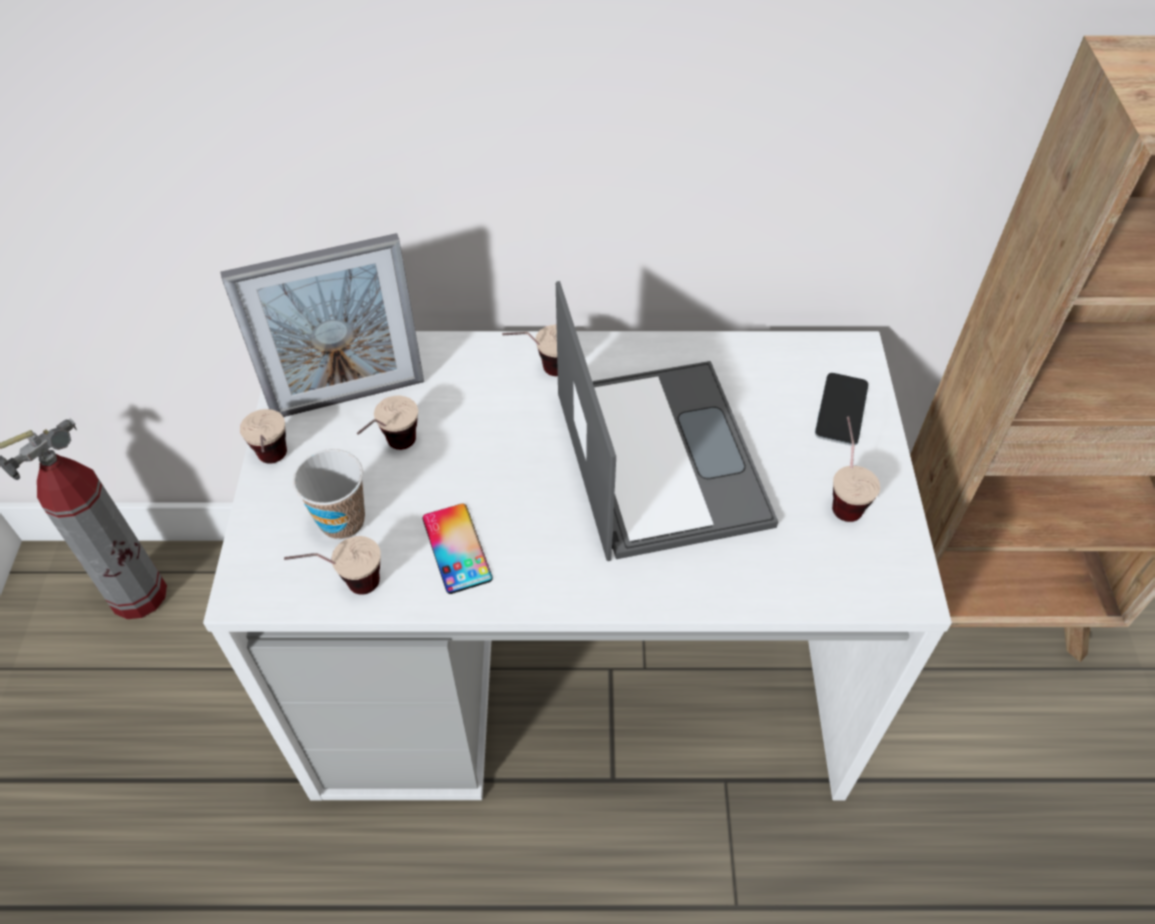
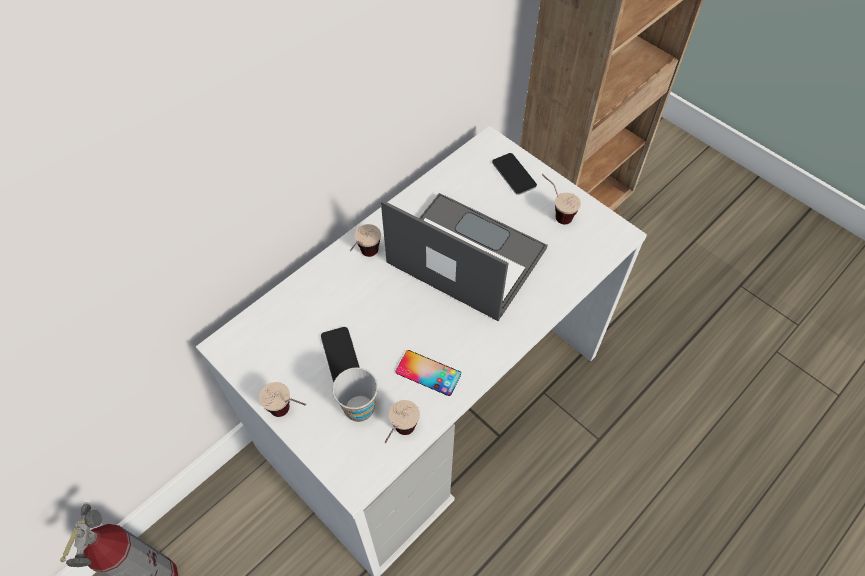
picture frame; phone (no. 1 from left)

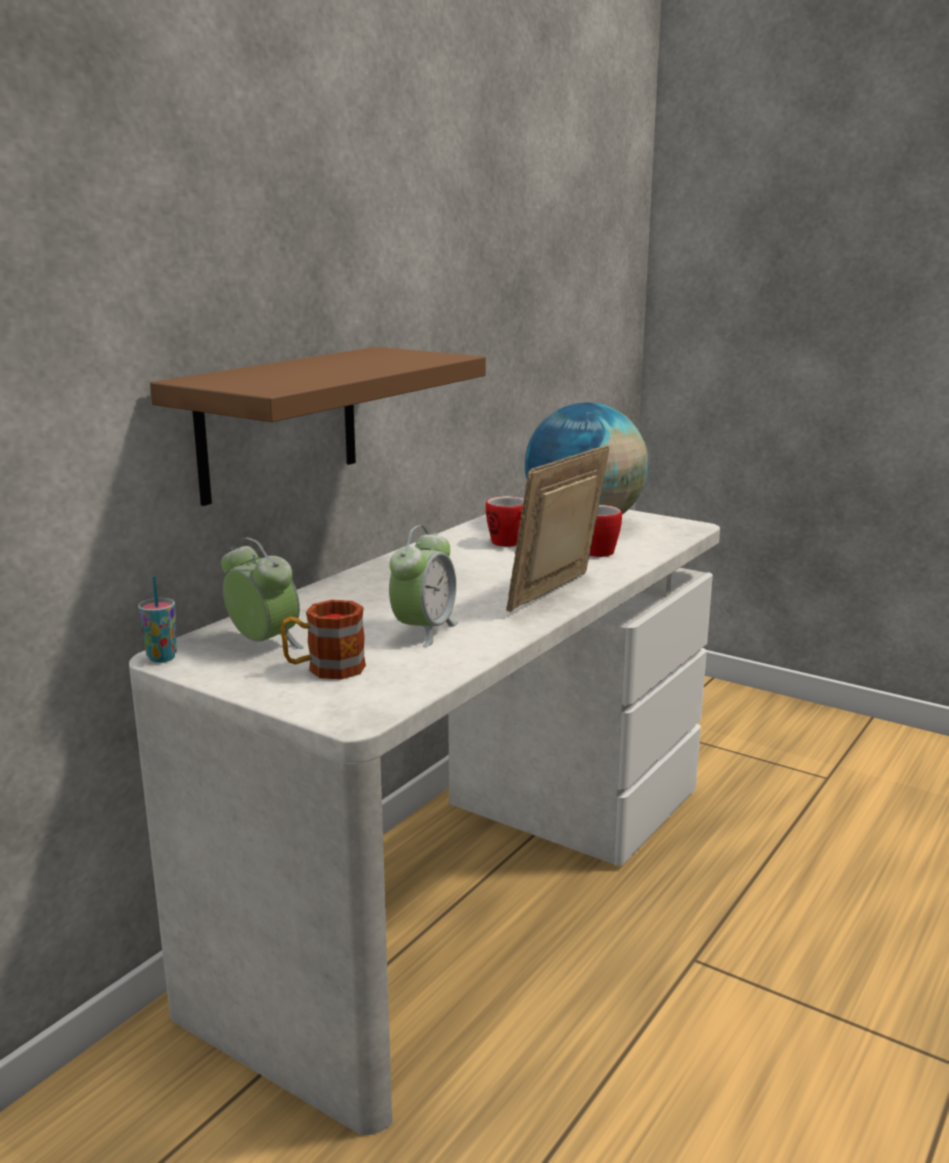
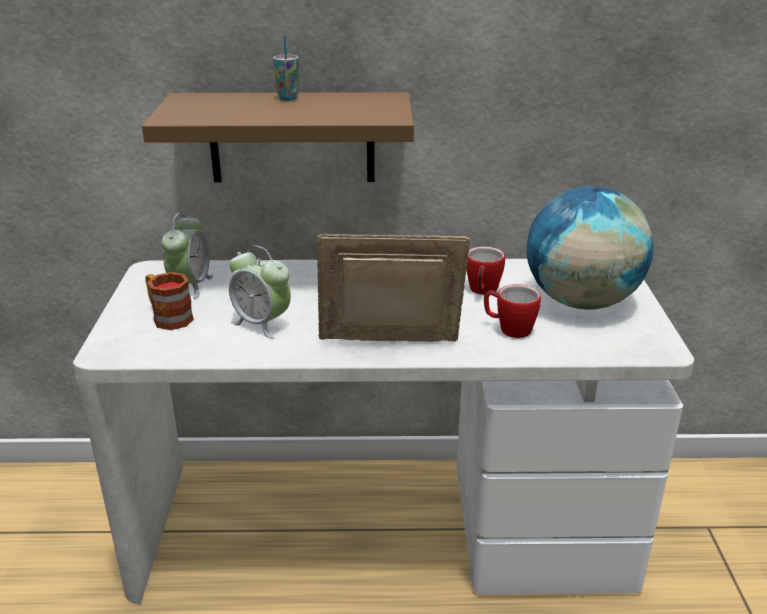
cup; alarm clock (no. 2 from left)

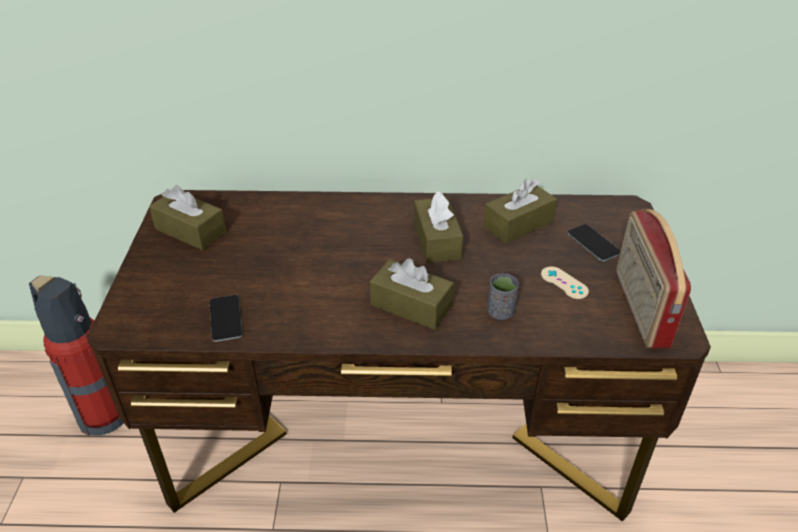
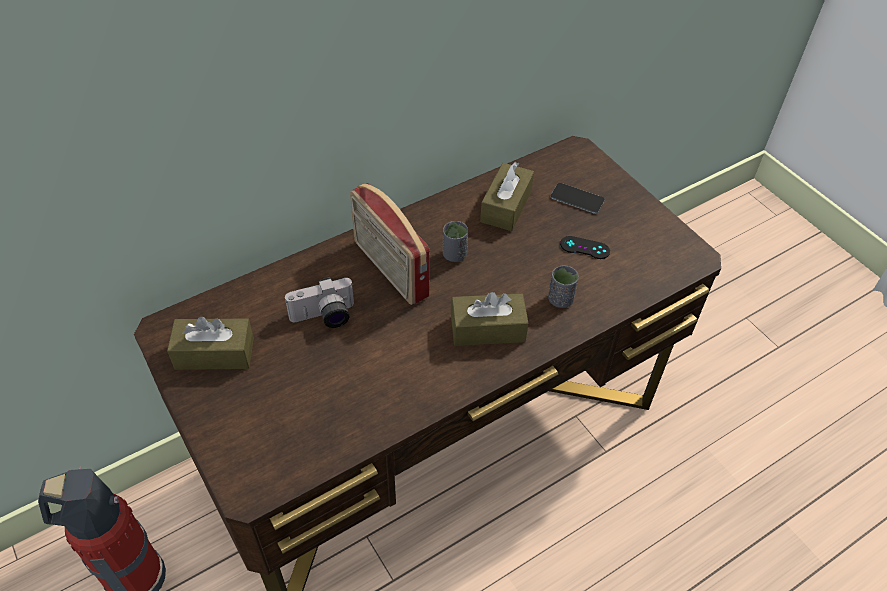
phone (no. 1 from left in the first image); photo camera; radio; cup in grey (no. 1 from left); game controller in black

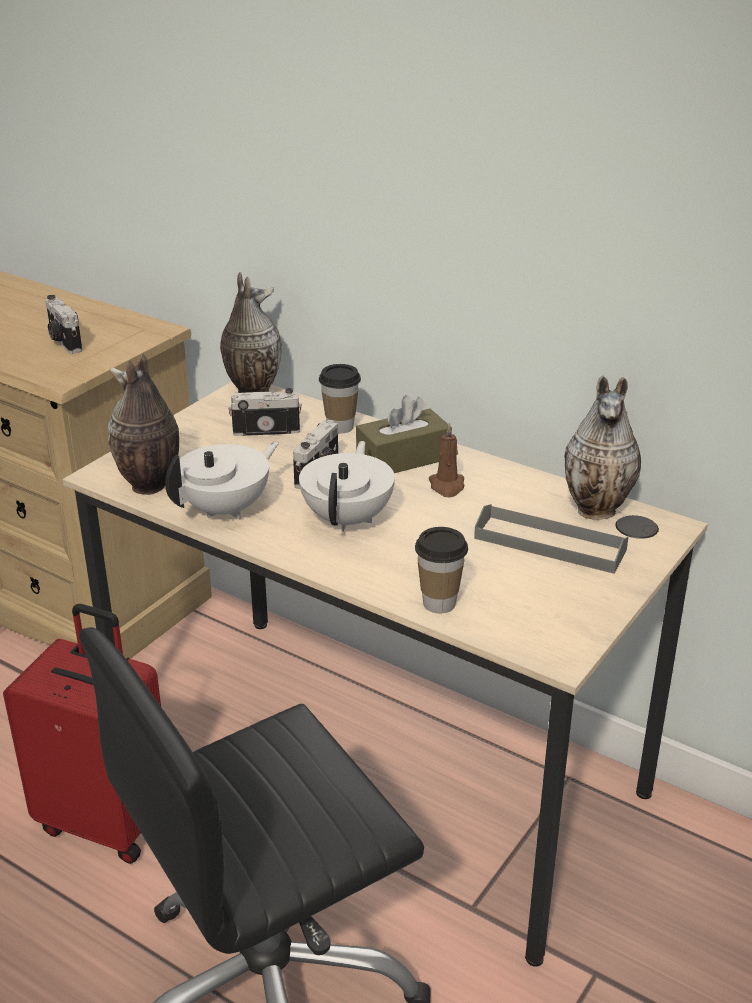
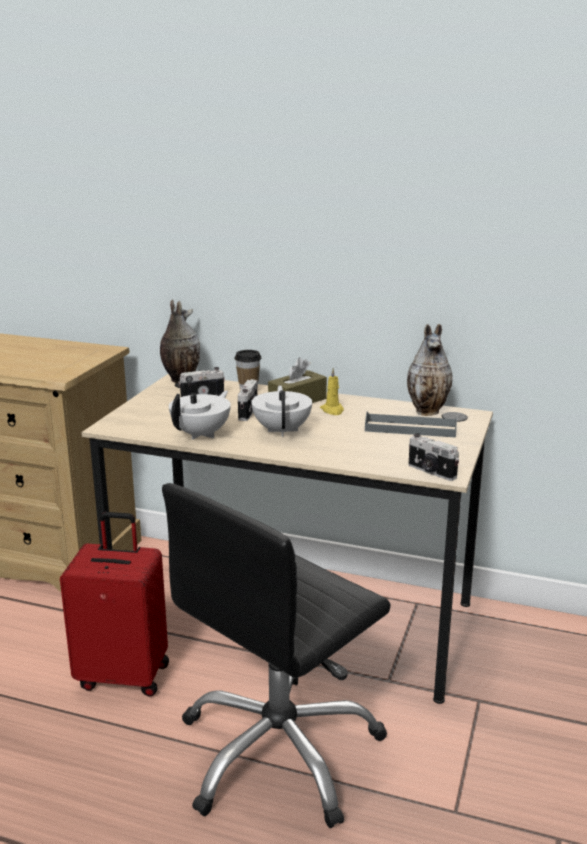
vase (no. 1 from left in the first image); cup (no. 2 from left in the first image); photo camera (no. 3 from left); candle in yellow

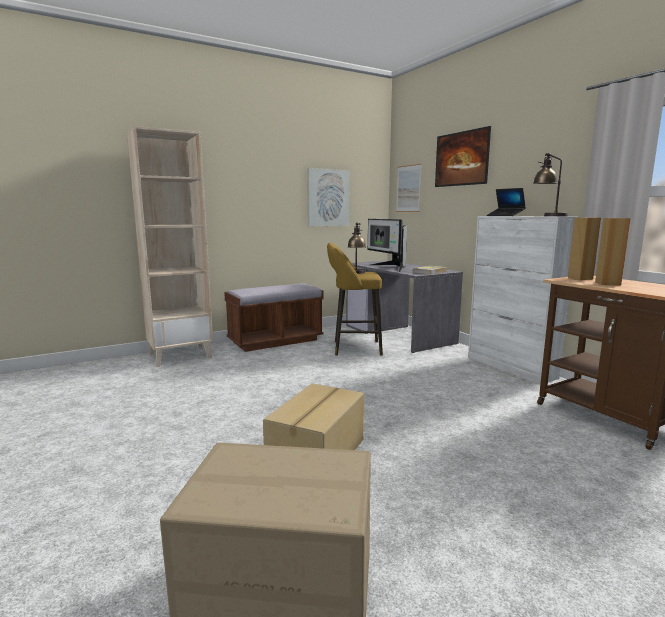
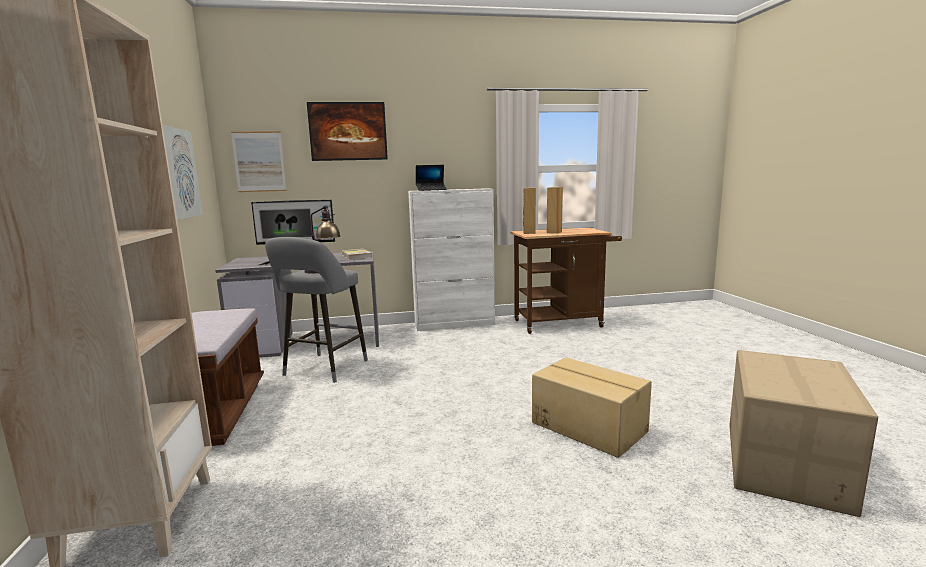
table lamp (no. 2 from left in the first image); stool in grey

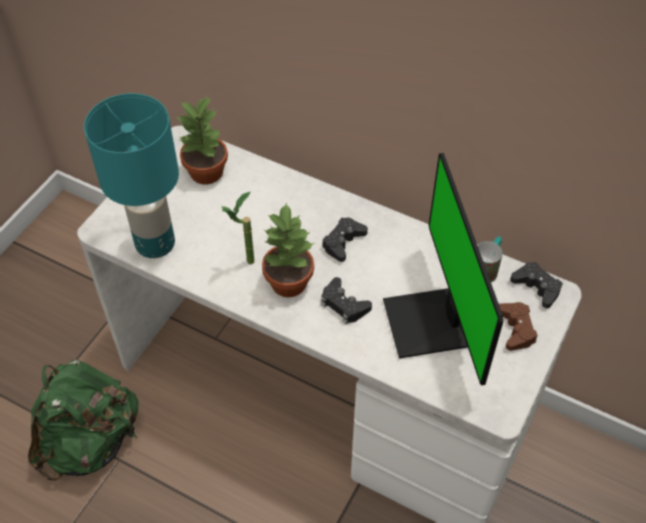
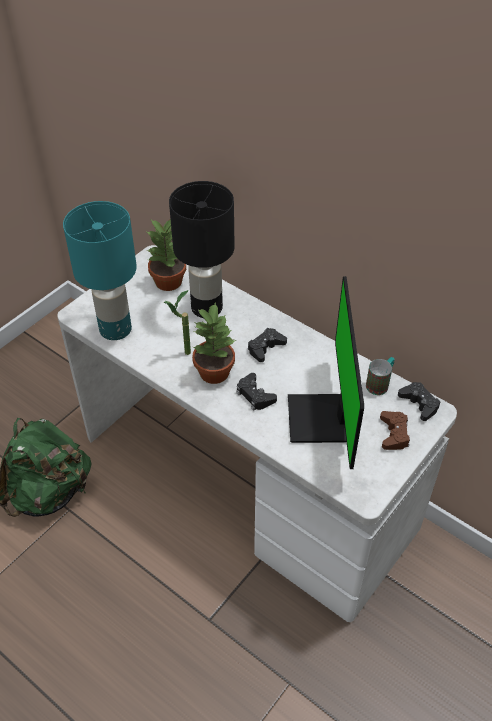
table lamp in black

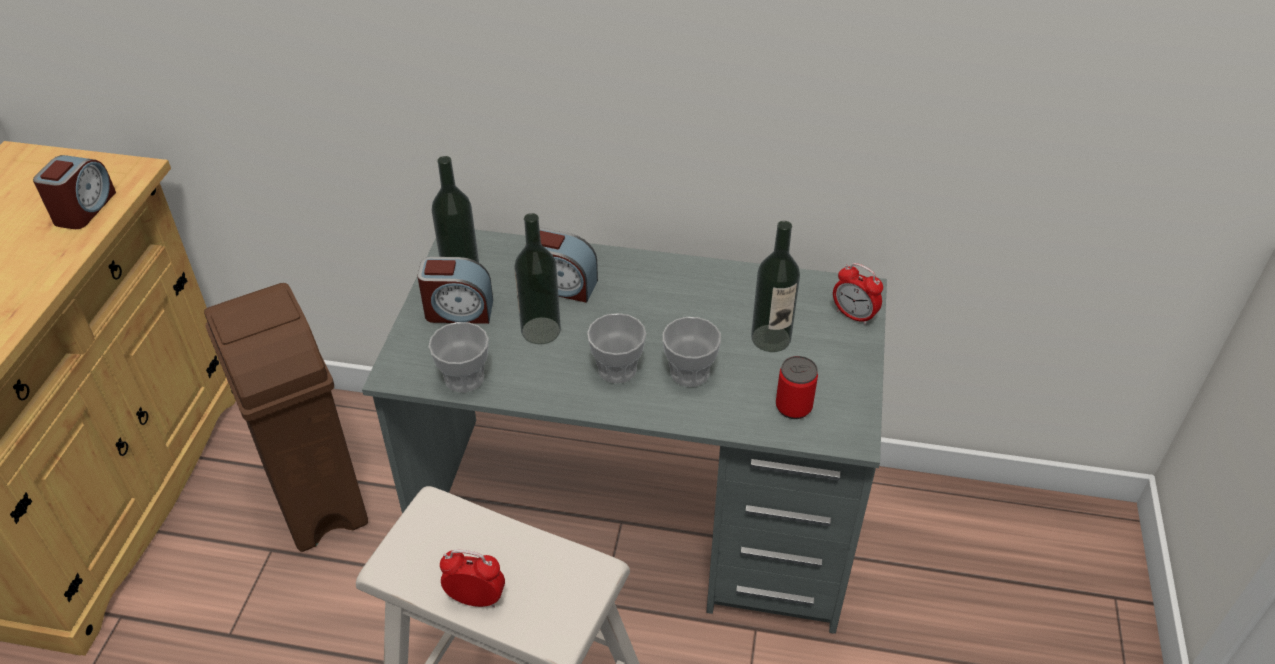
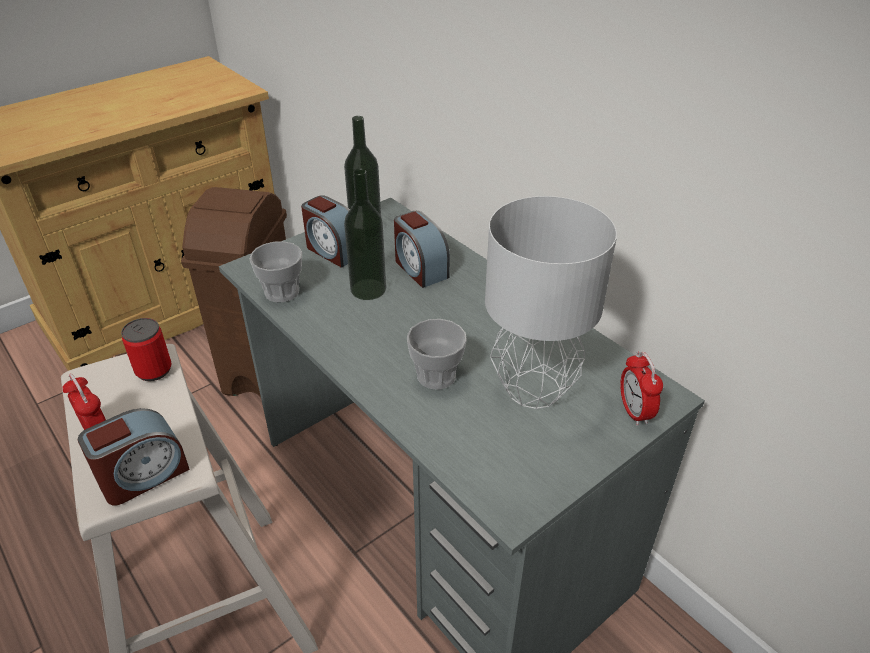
cup (no. 2 from left in the first image); alarm clock (no. 2 from left); can; table lamp in grey

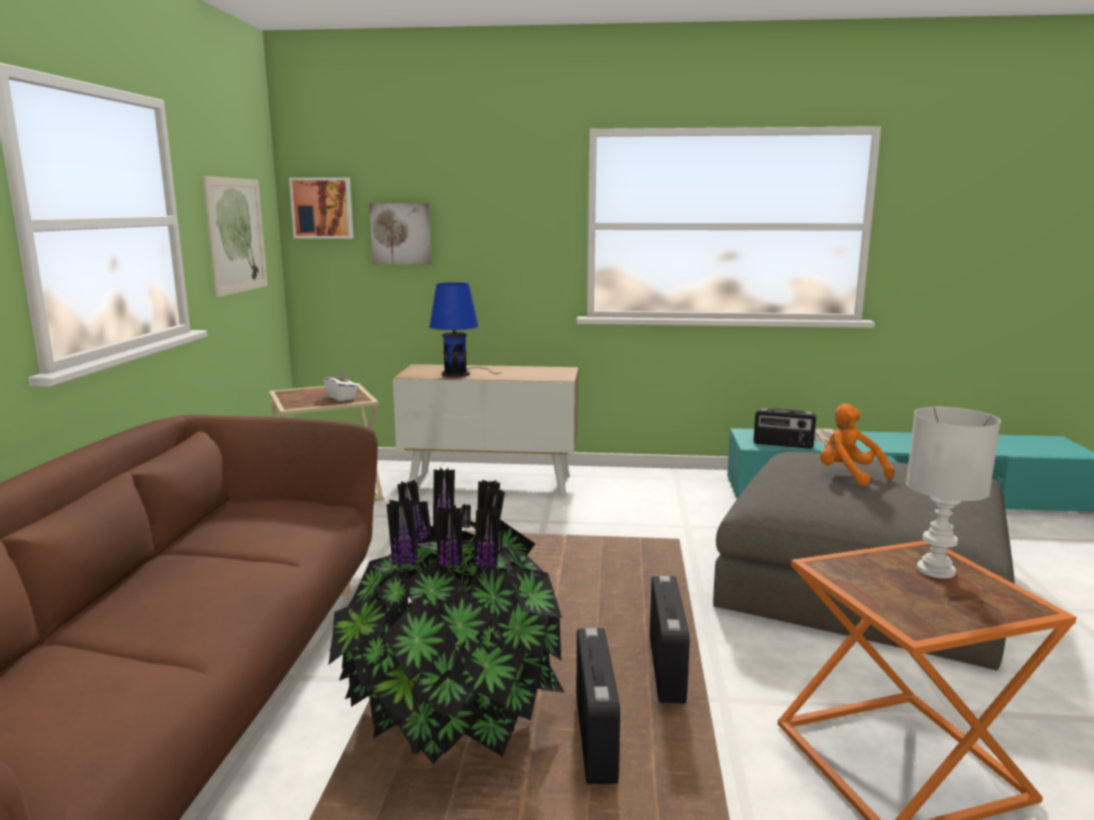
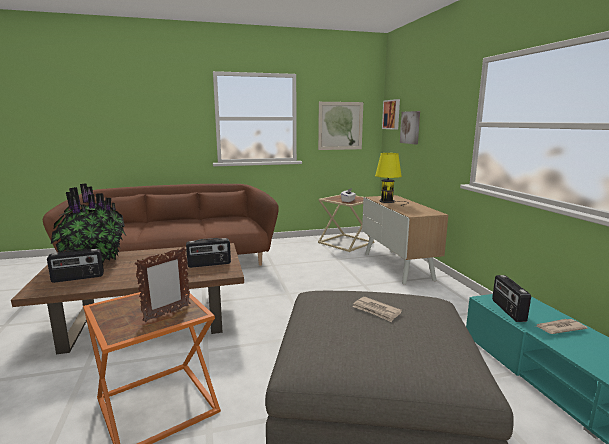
radio (no. 2 from left); newspaper (no. 1 from left); picture frame; table lamp in yellow

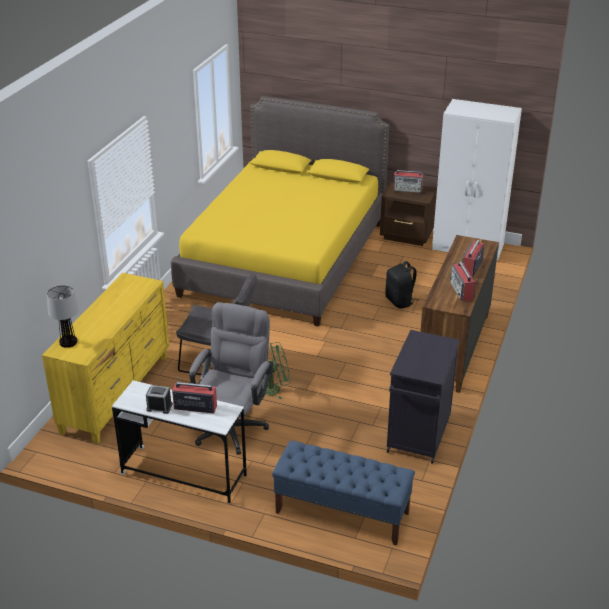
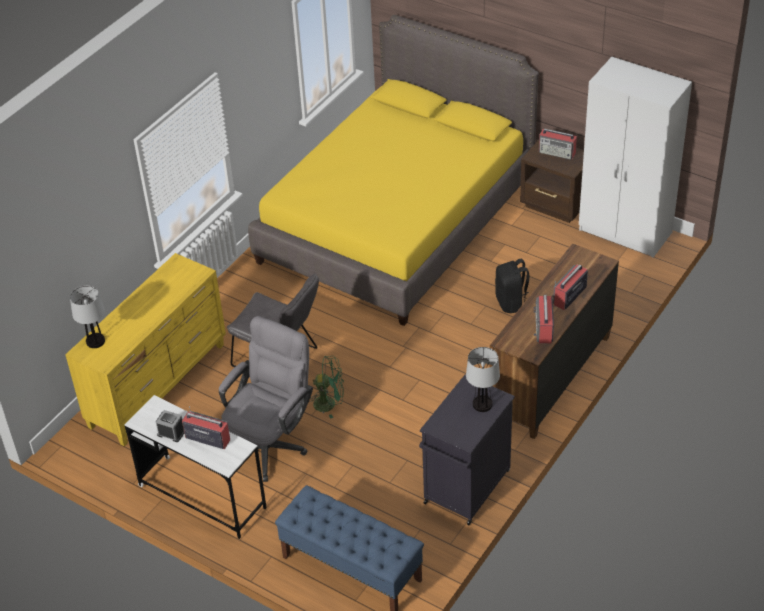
table lamp (no. 2 from left)

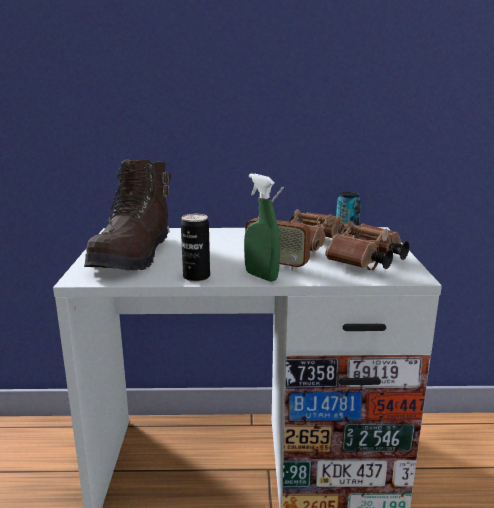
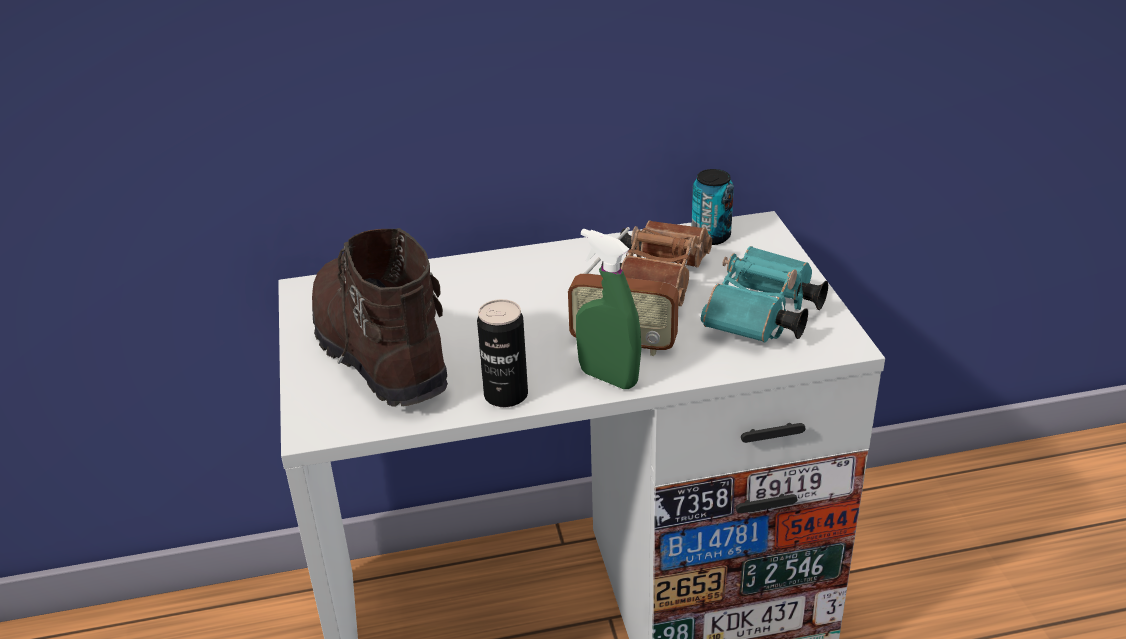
binoculars in turquoise; boot in brown

